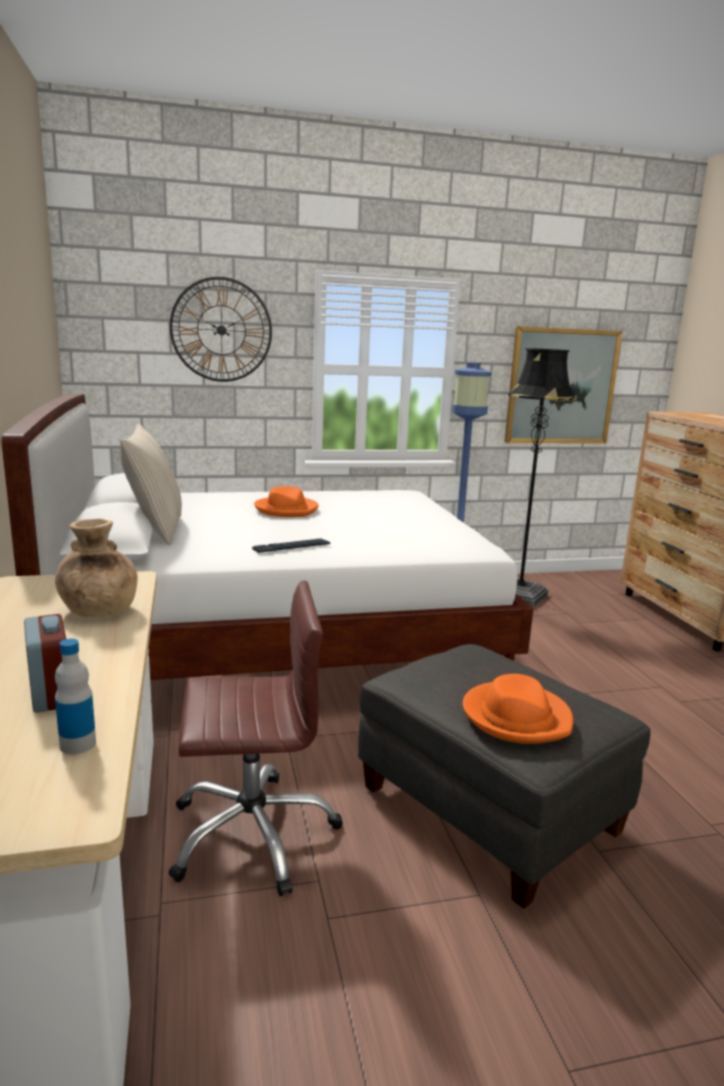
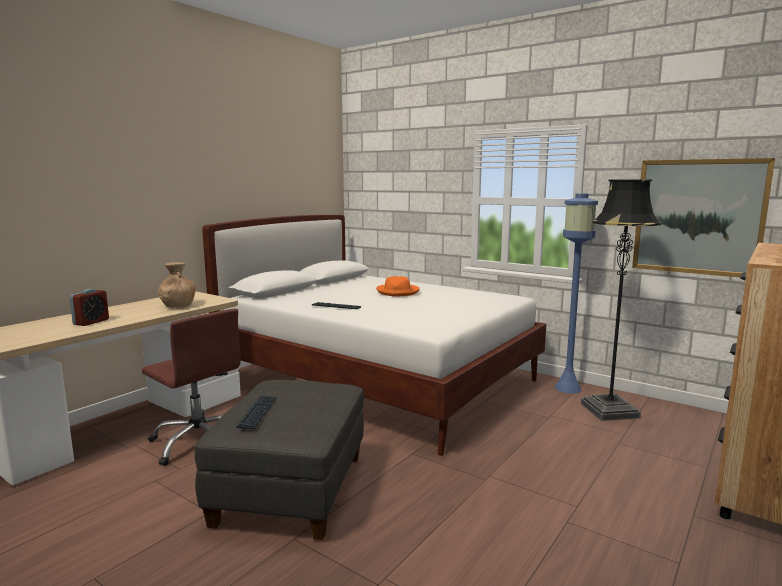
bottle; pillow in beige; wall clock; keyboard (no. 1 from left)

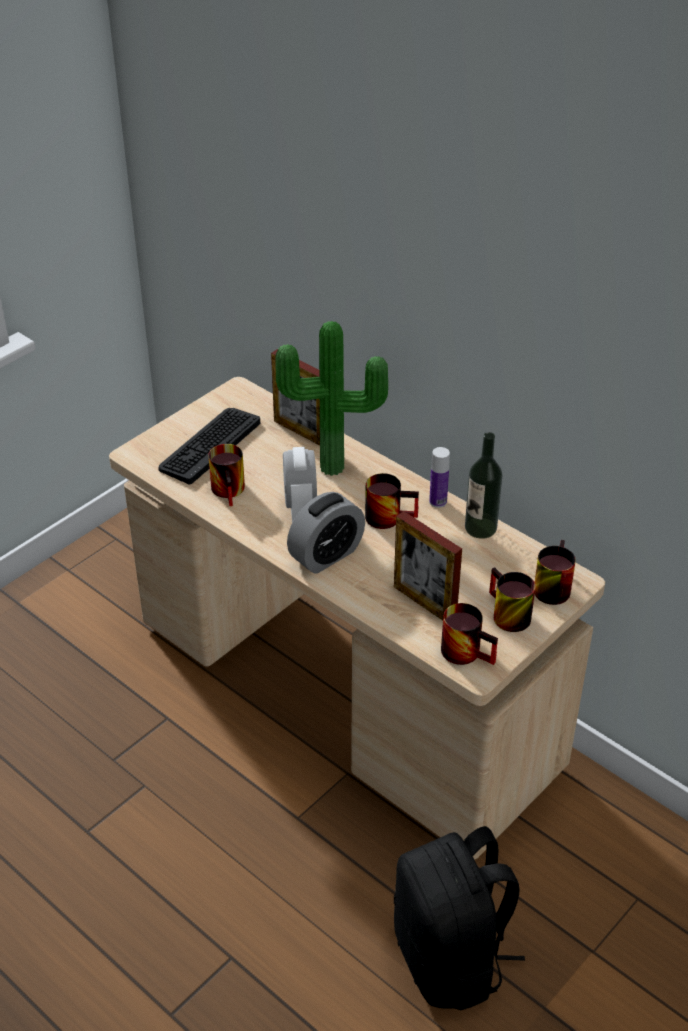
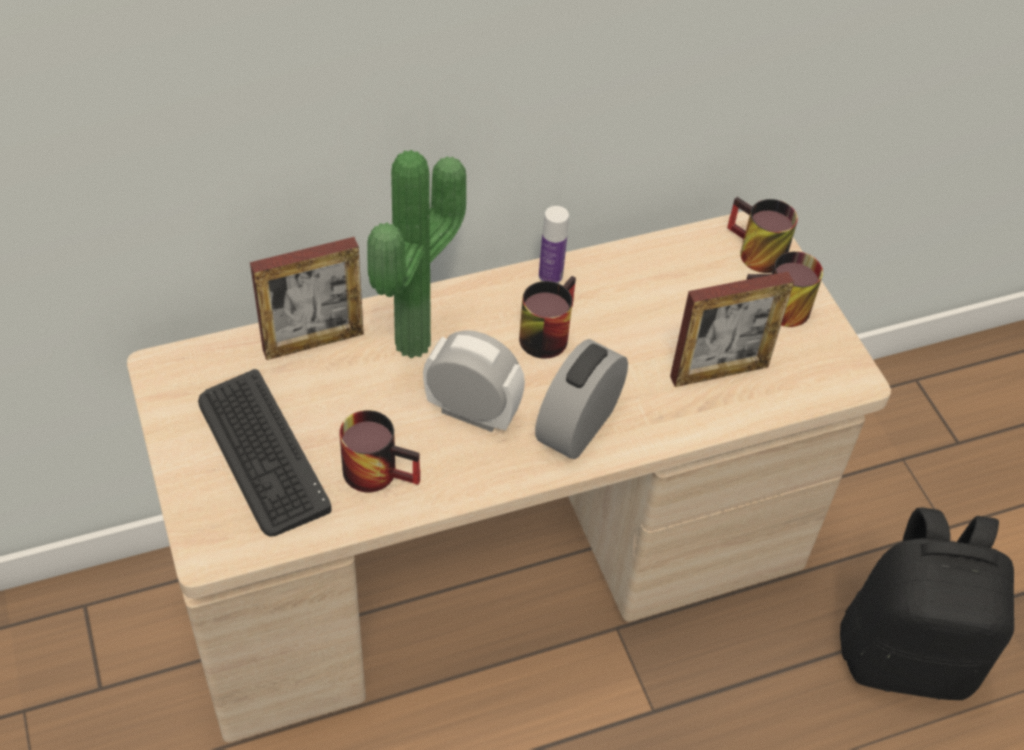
mug (no. 3 from left in the first image); bottle (no. 2 from left in the first image); alarm clock (no. 2 from left)

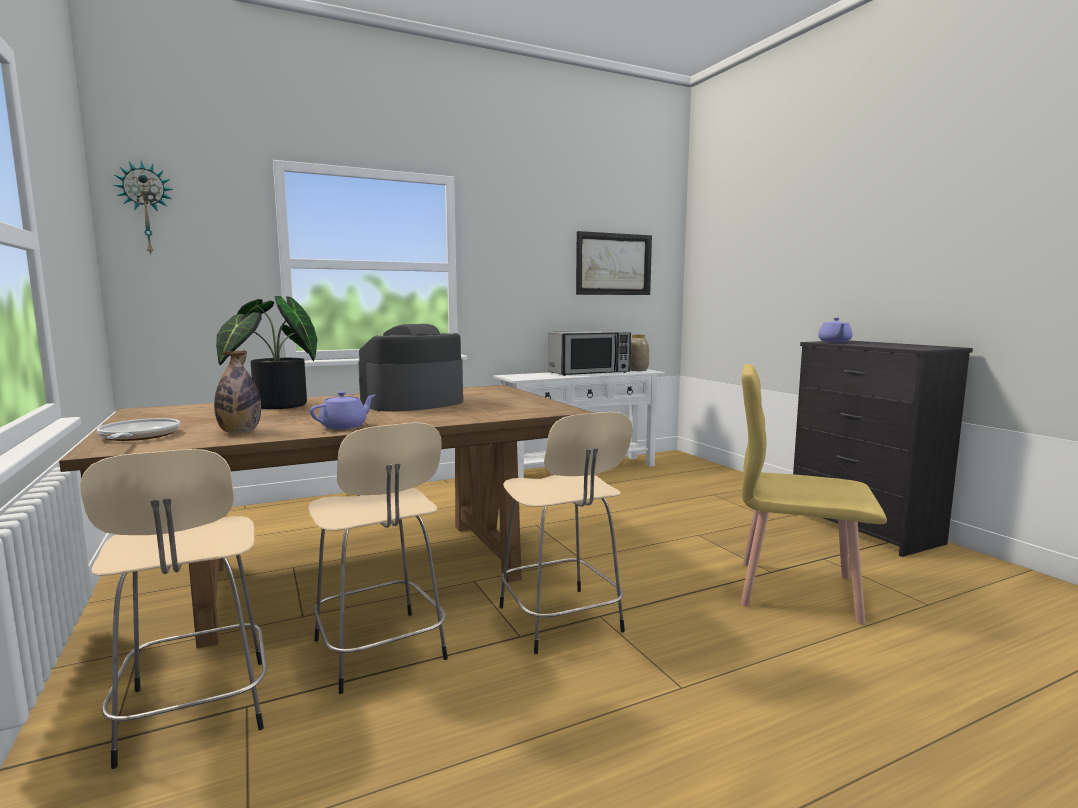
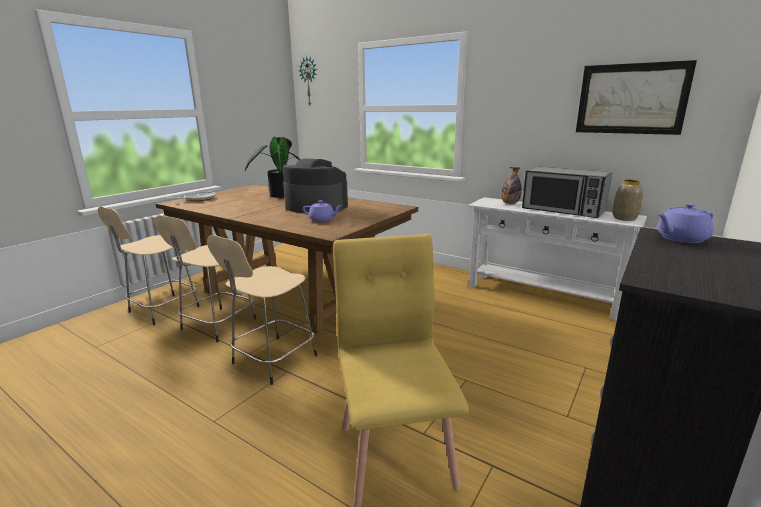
bottle; teapot in purple (no. 1 from left)

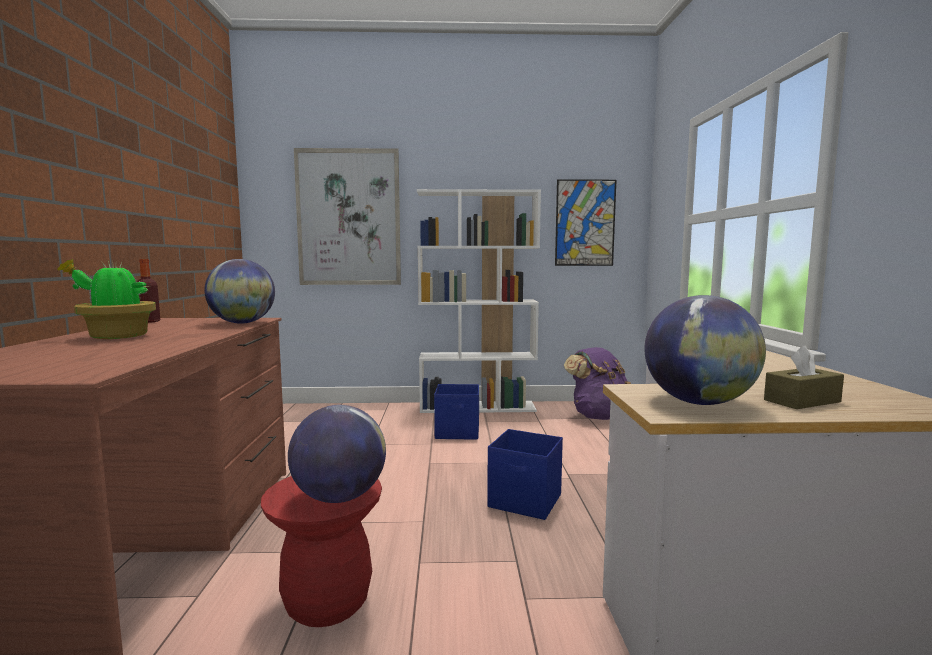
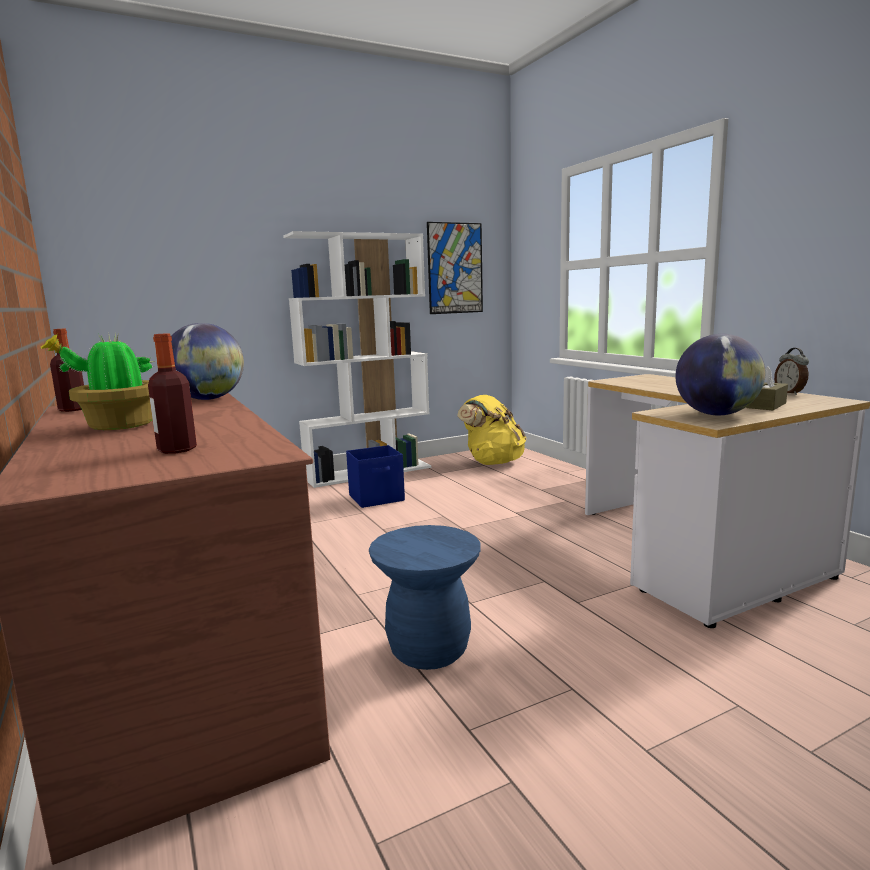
globe (no. 2 from left in the first image); picture (no. 1 from left in the first image); storage box in blue (no. 2 from left in the first image); bottle (no. 2 from left); alarm clock; stool in blue; backpack in yellow

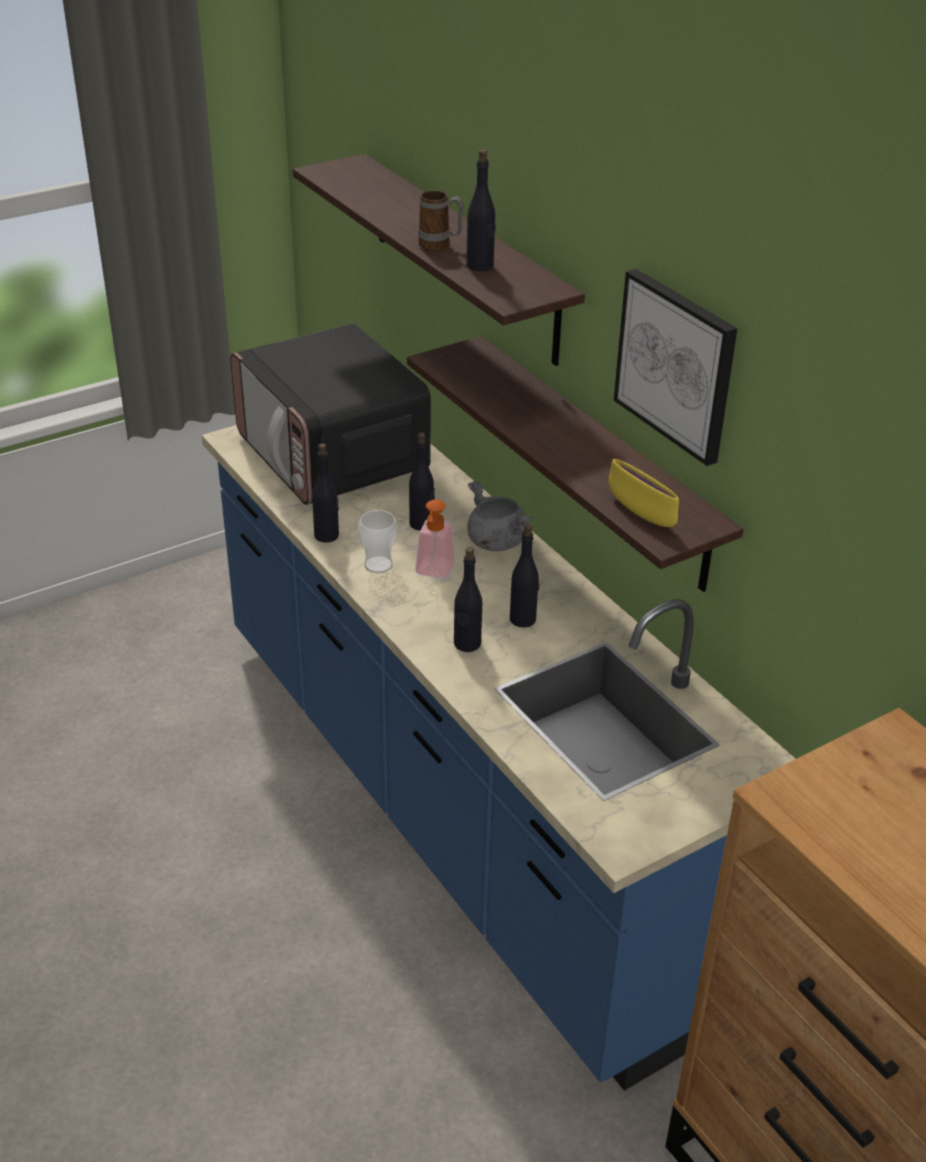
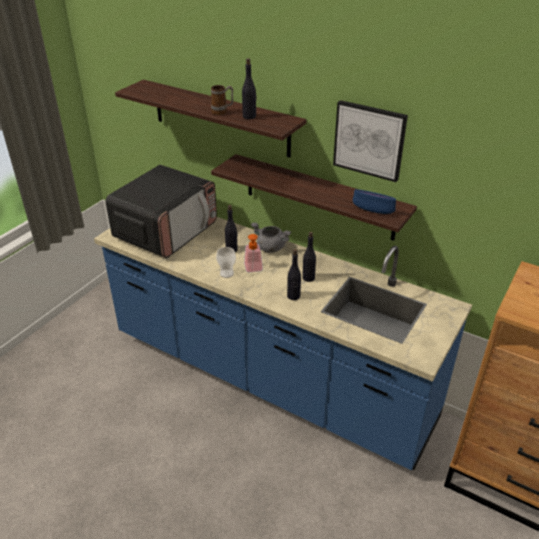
bottle in black (no. 1 from left in the first image); bowl in blue; microwave

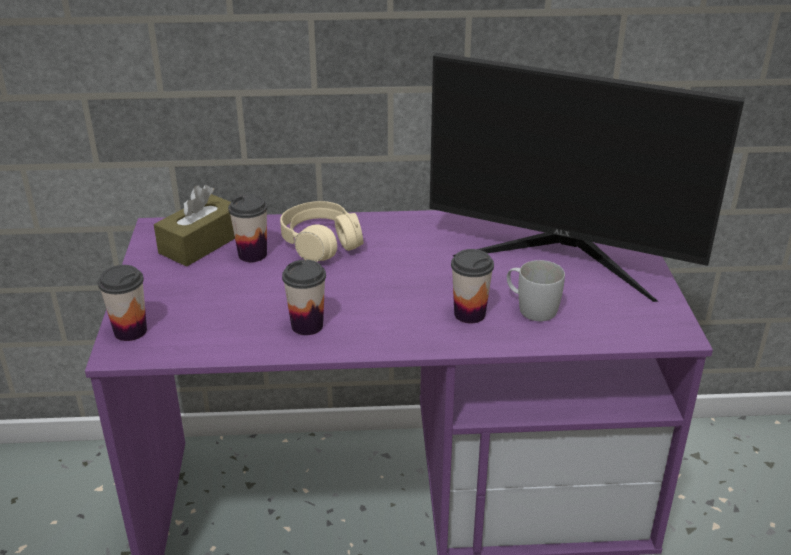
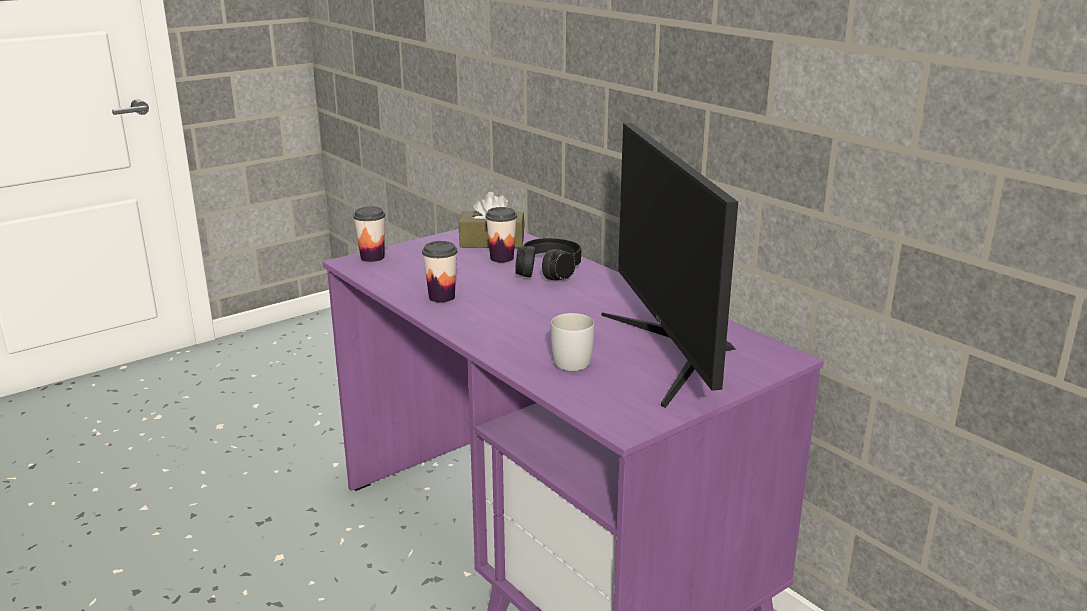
cup (no. 4 from left in the first image); headphones in black

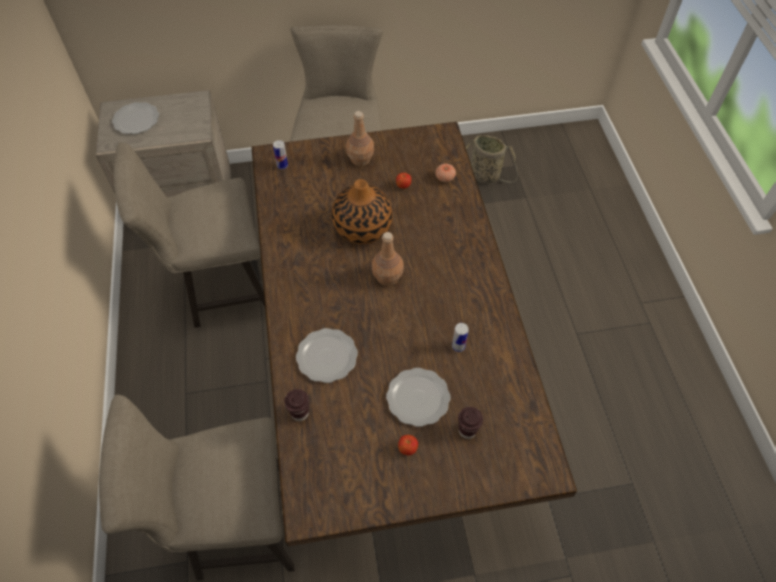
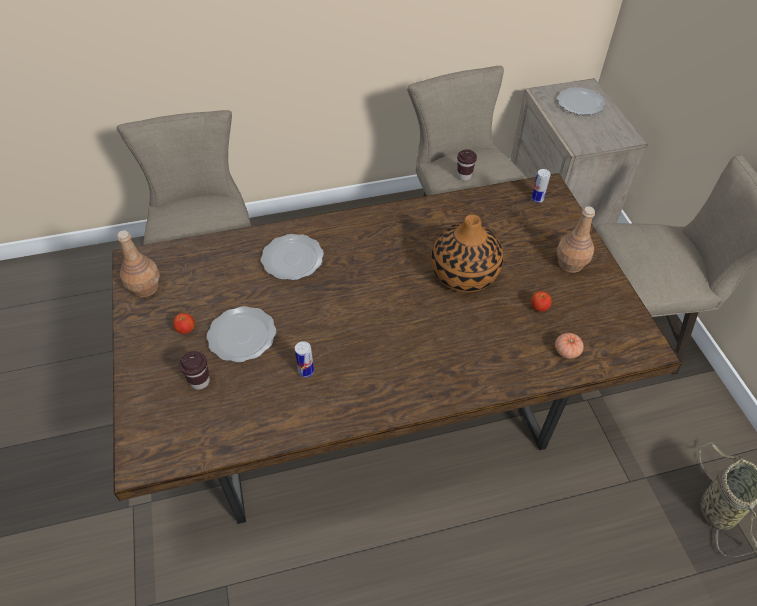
cup in brown (no. 2 from left); bottle in brown (no. 1 from left)

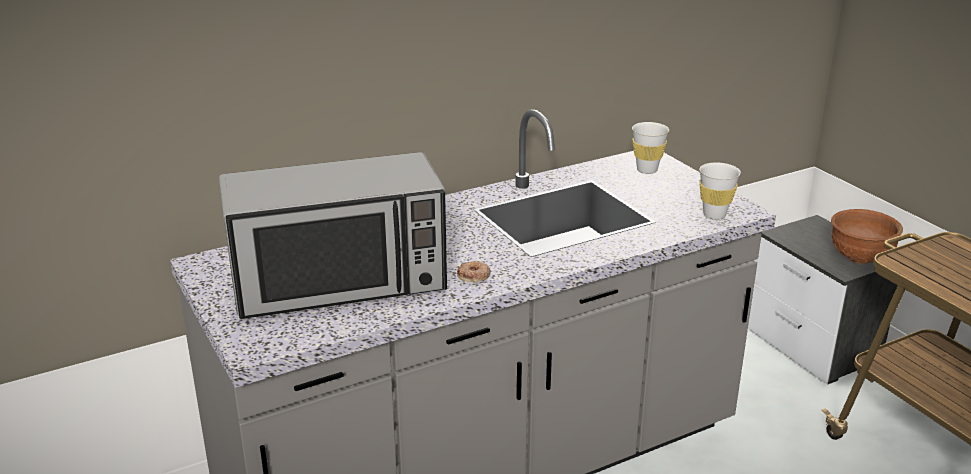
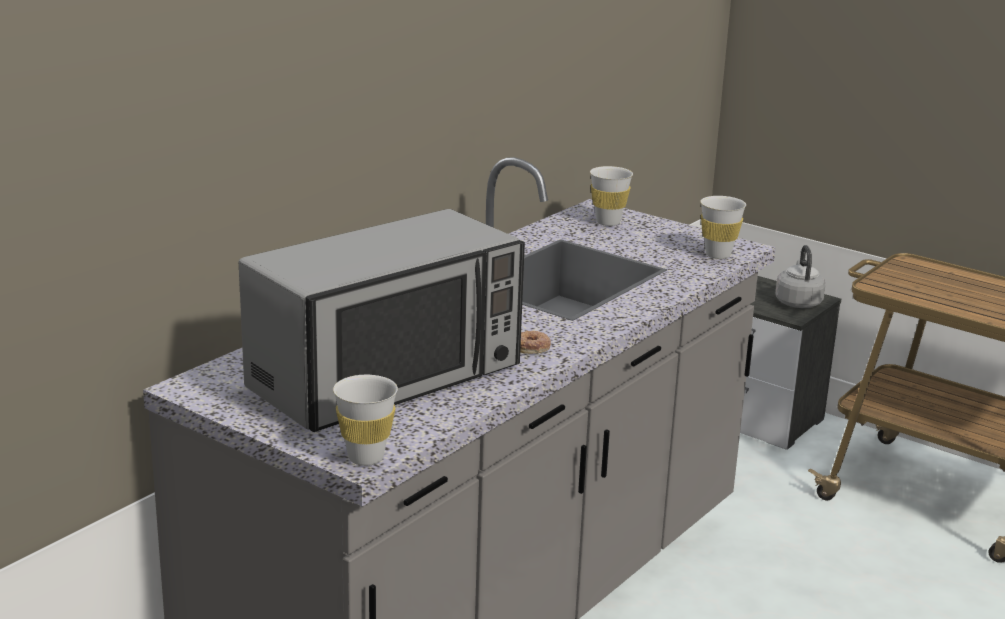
cup in white (no. 1 from left); kettle in grey

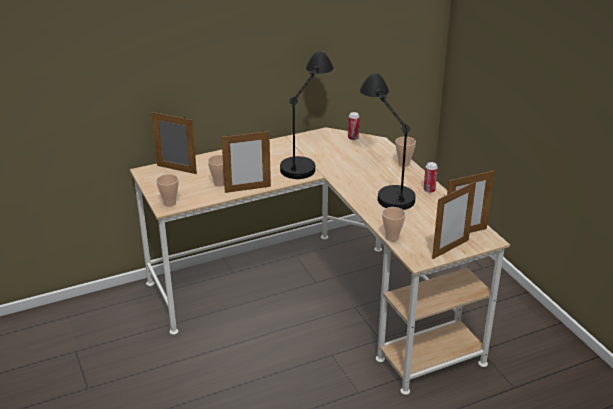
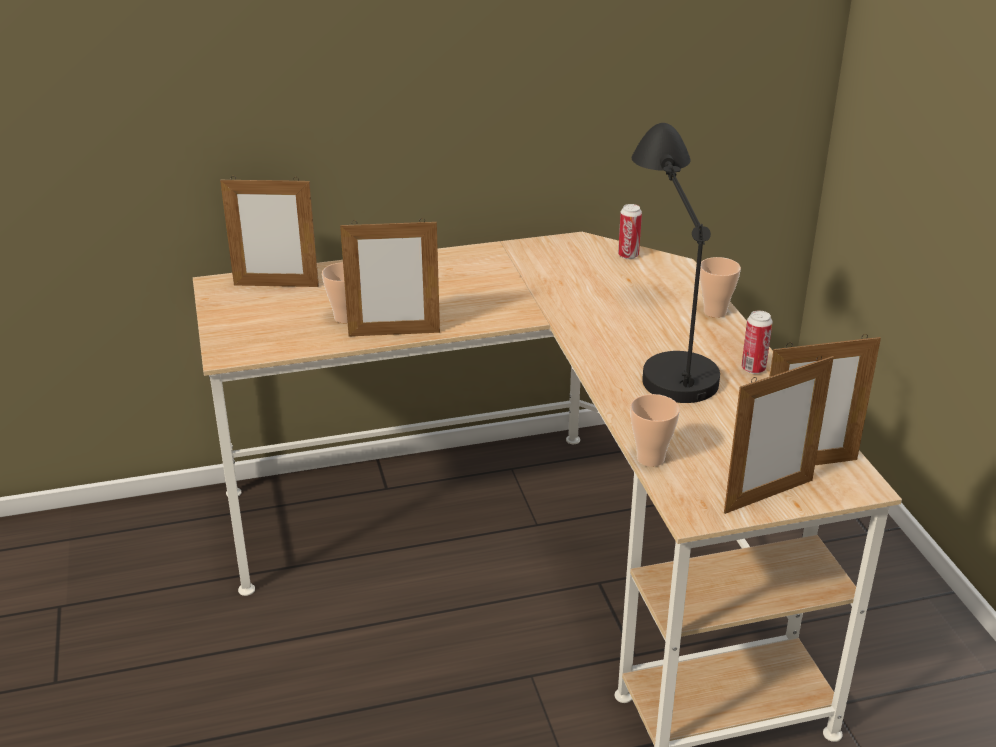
cup (no. 1 from left in the first image); table lamp in black (no. 1 from left in the first image); picture frame (no. 1 from left)

